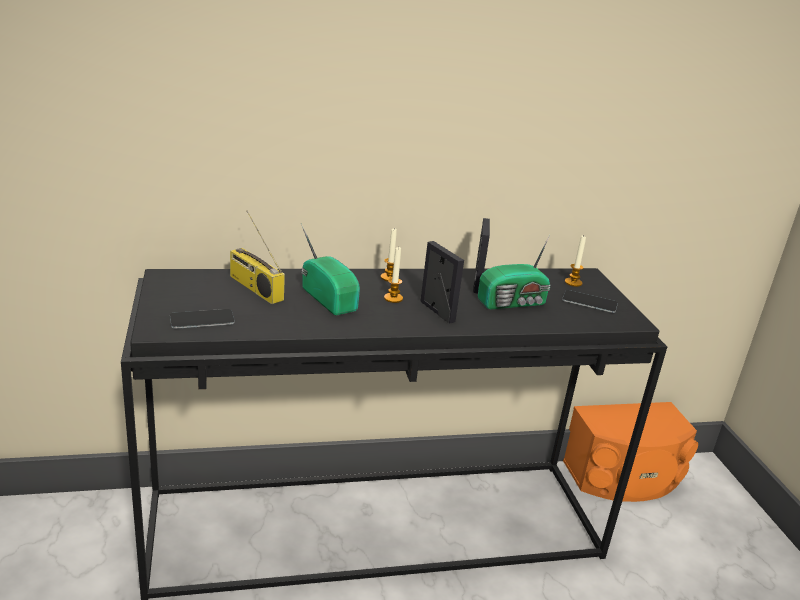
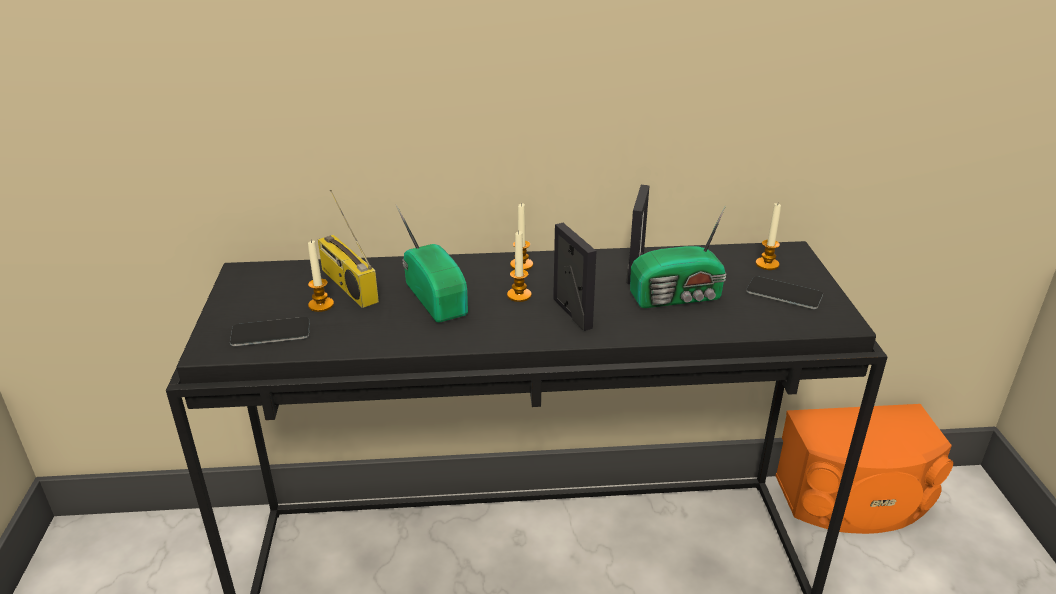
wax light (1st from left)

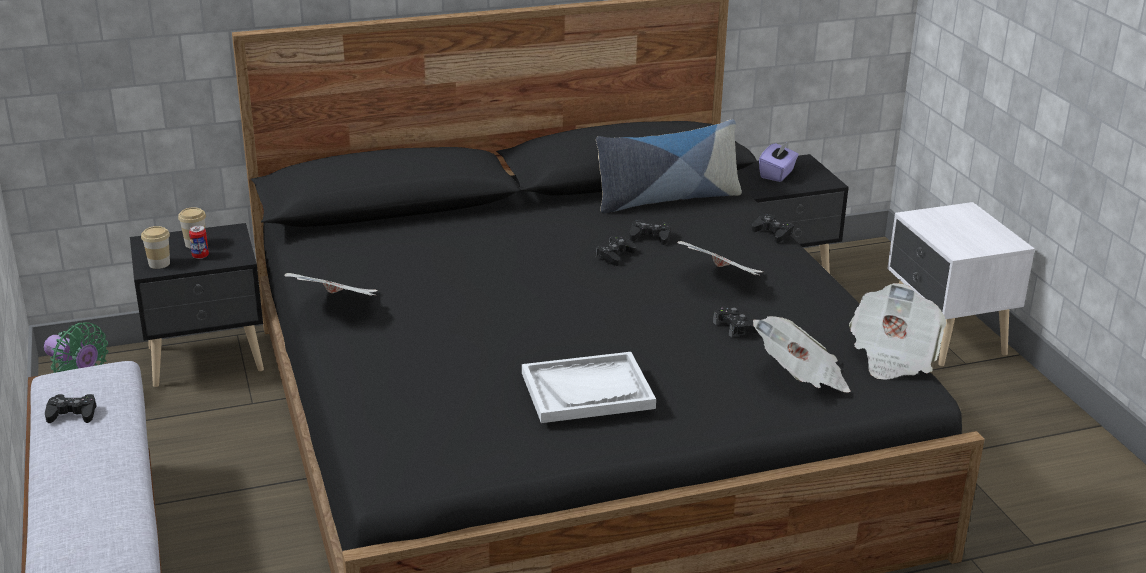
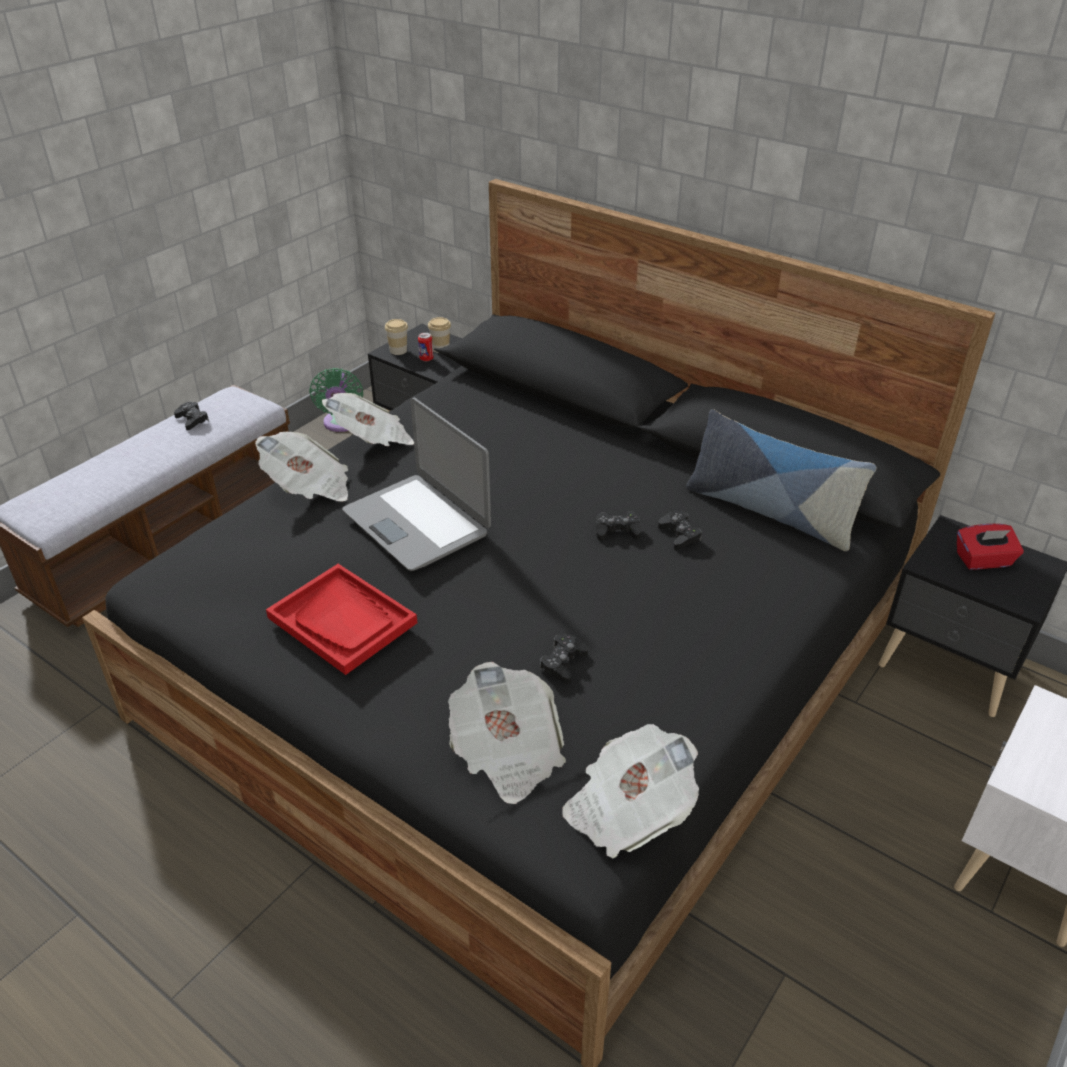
printed paper (1st from left)
serving tray/reddish
portable computer
box of tissues/reddish
gamepad/black (5th from left in the first image)

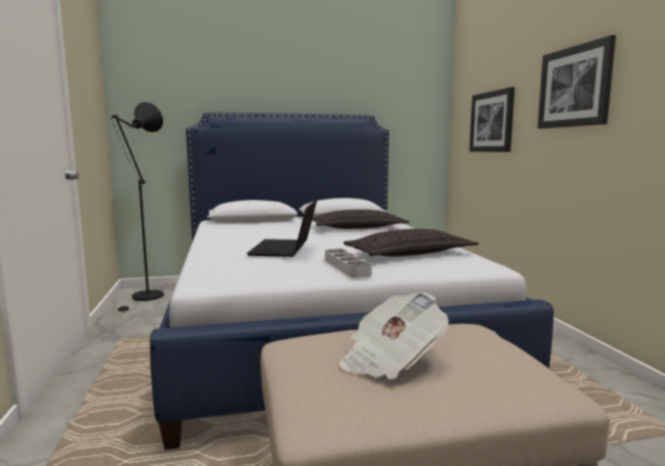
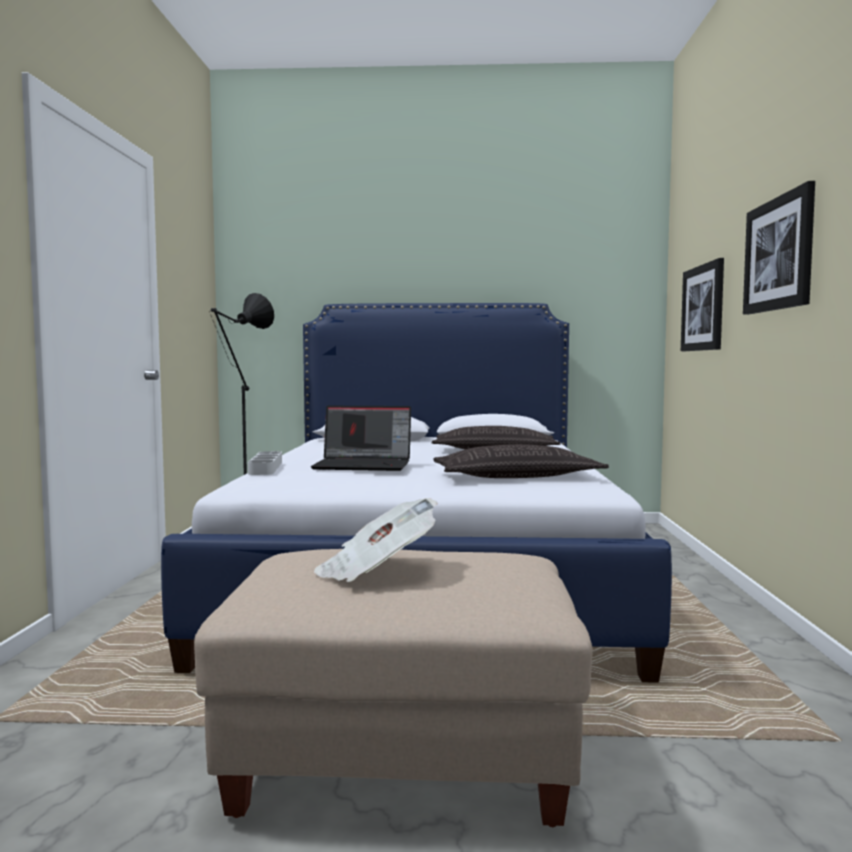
serving tray/greyish
portable computer

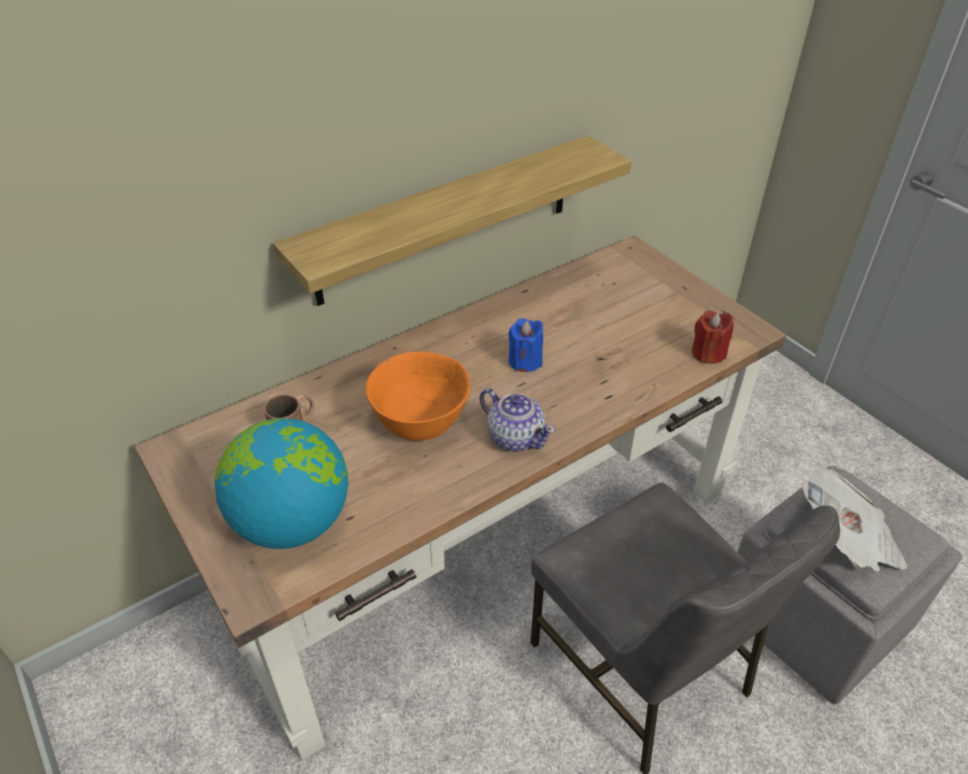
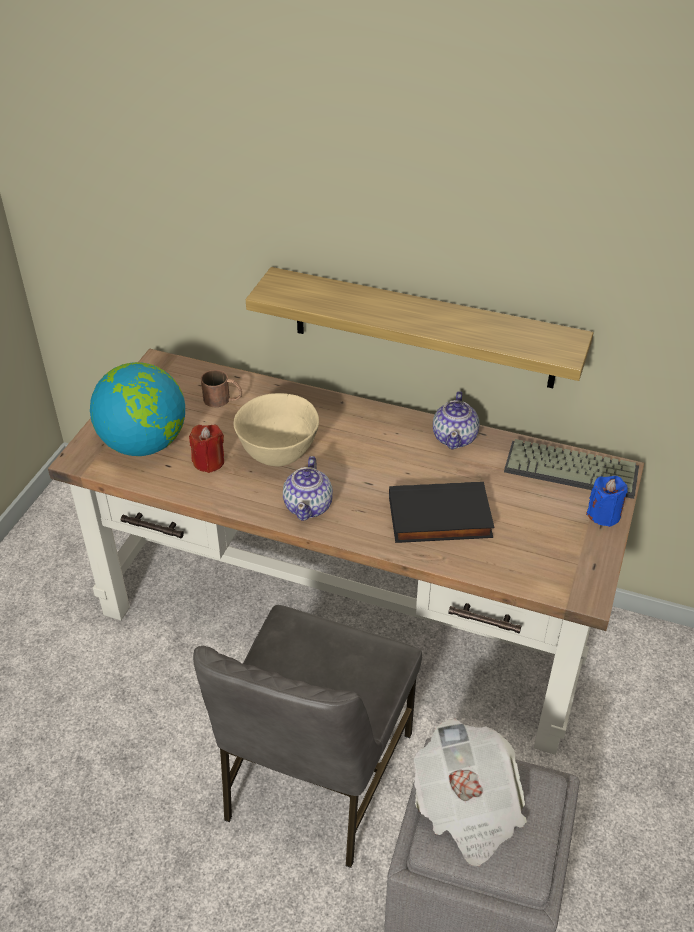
wax light/reddish
bowl/sand-coloured
book/black
pot for tea (2nd from left)
keyboard
wax light/blue-coloured

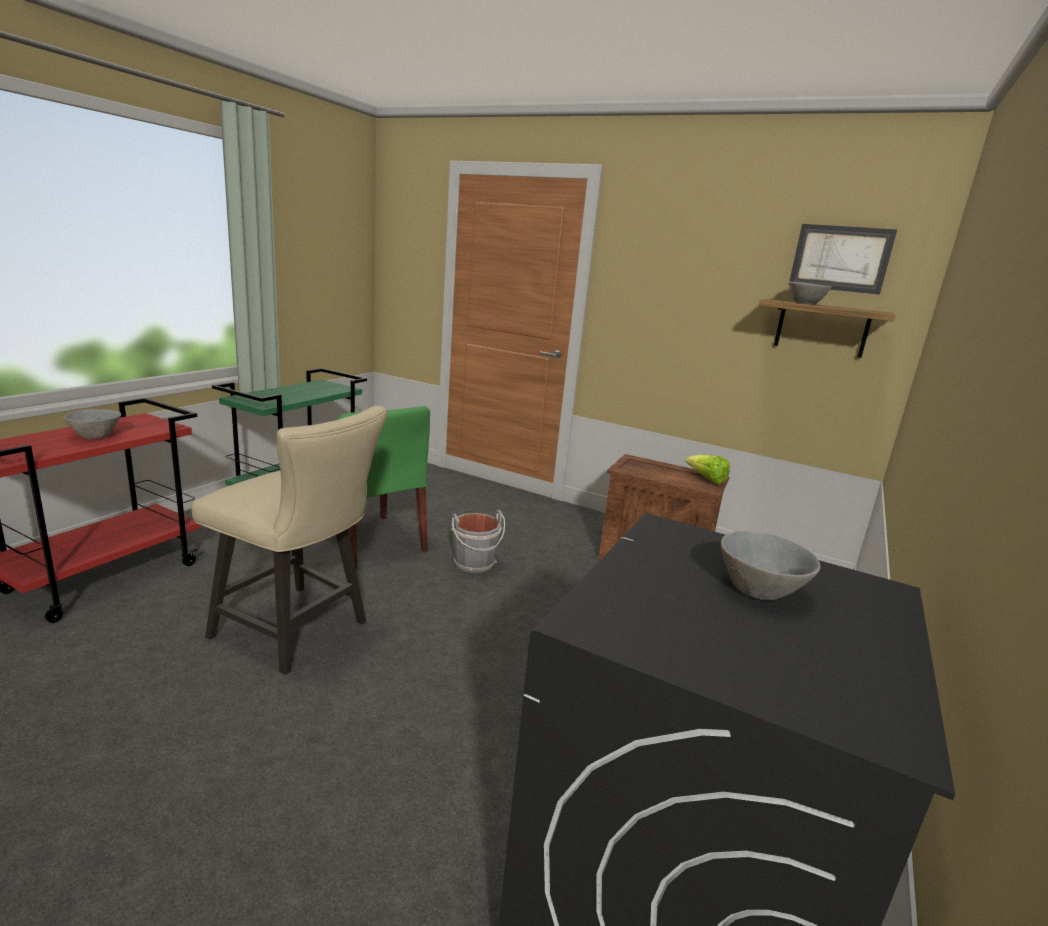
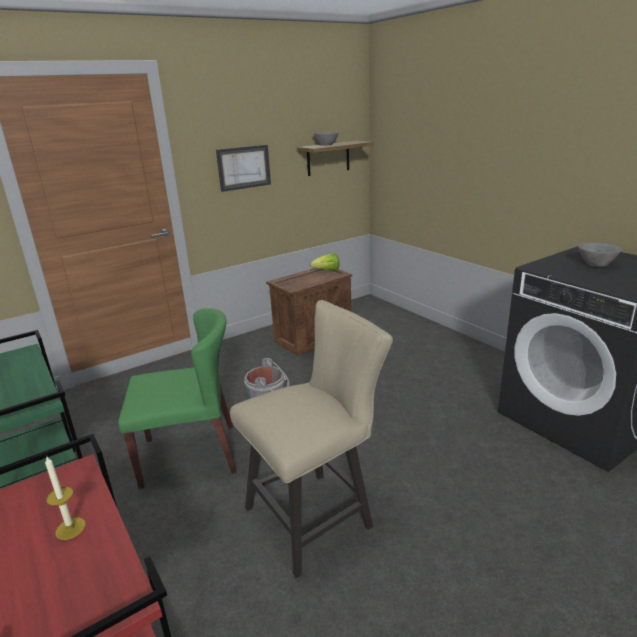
wax light
picture

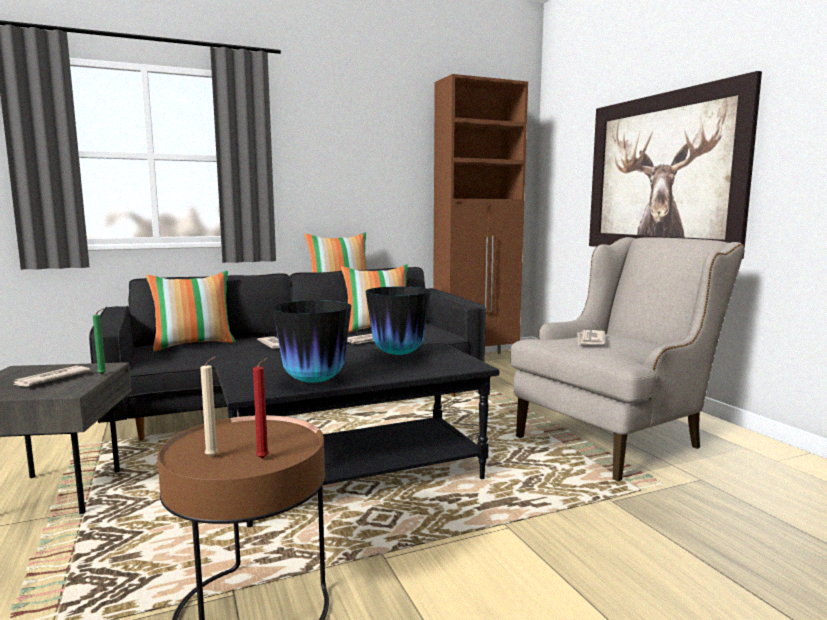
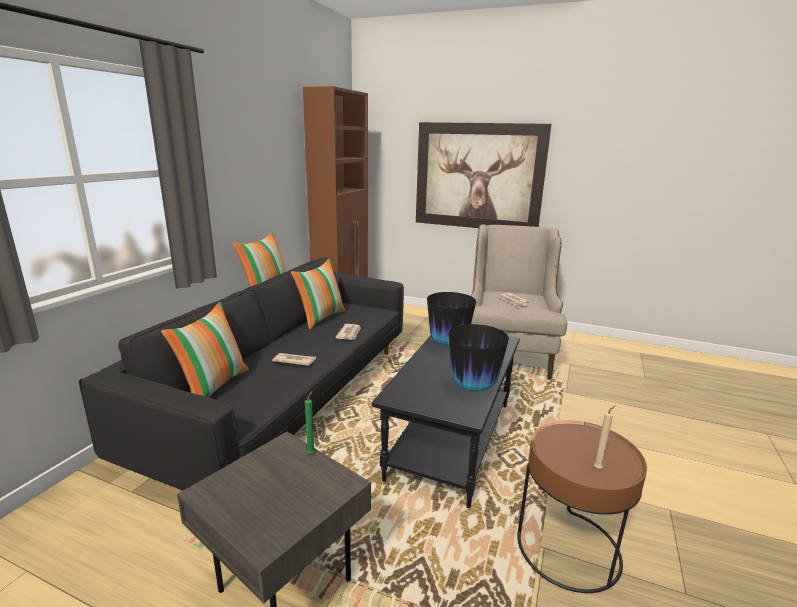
printed paper (1st from left in the first image)
wax light/reddish

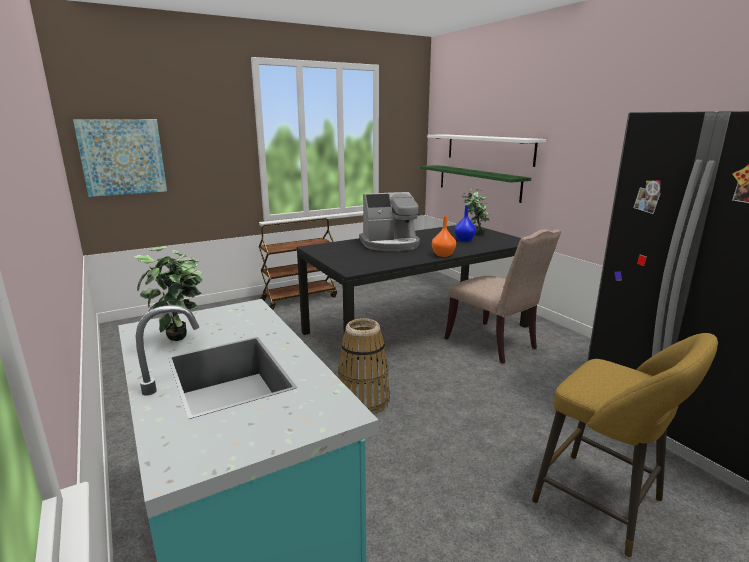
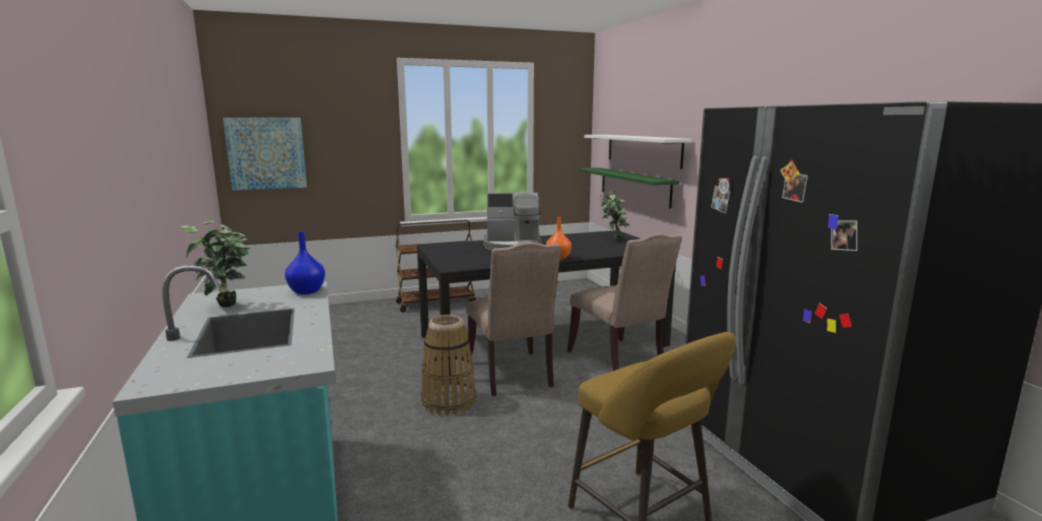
vase/blue-coloured
plain chair/sand-coloured (1st from left)

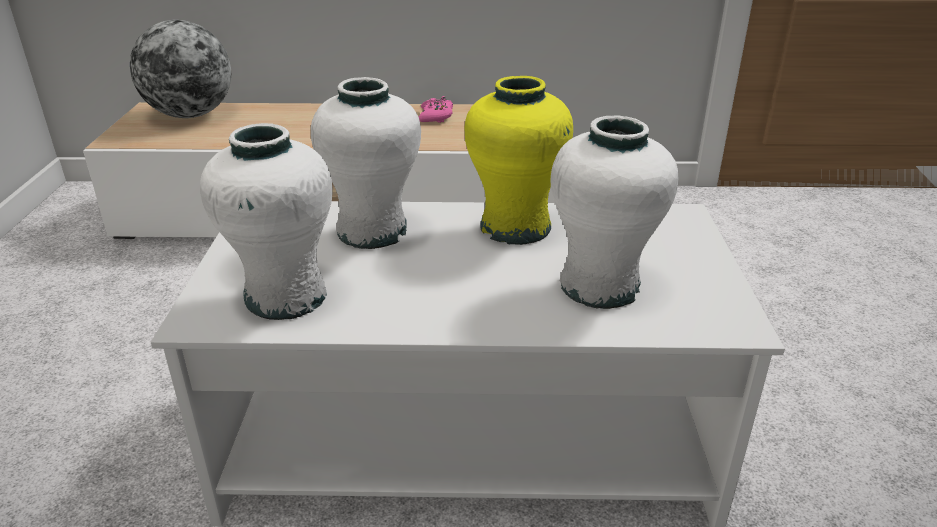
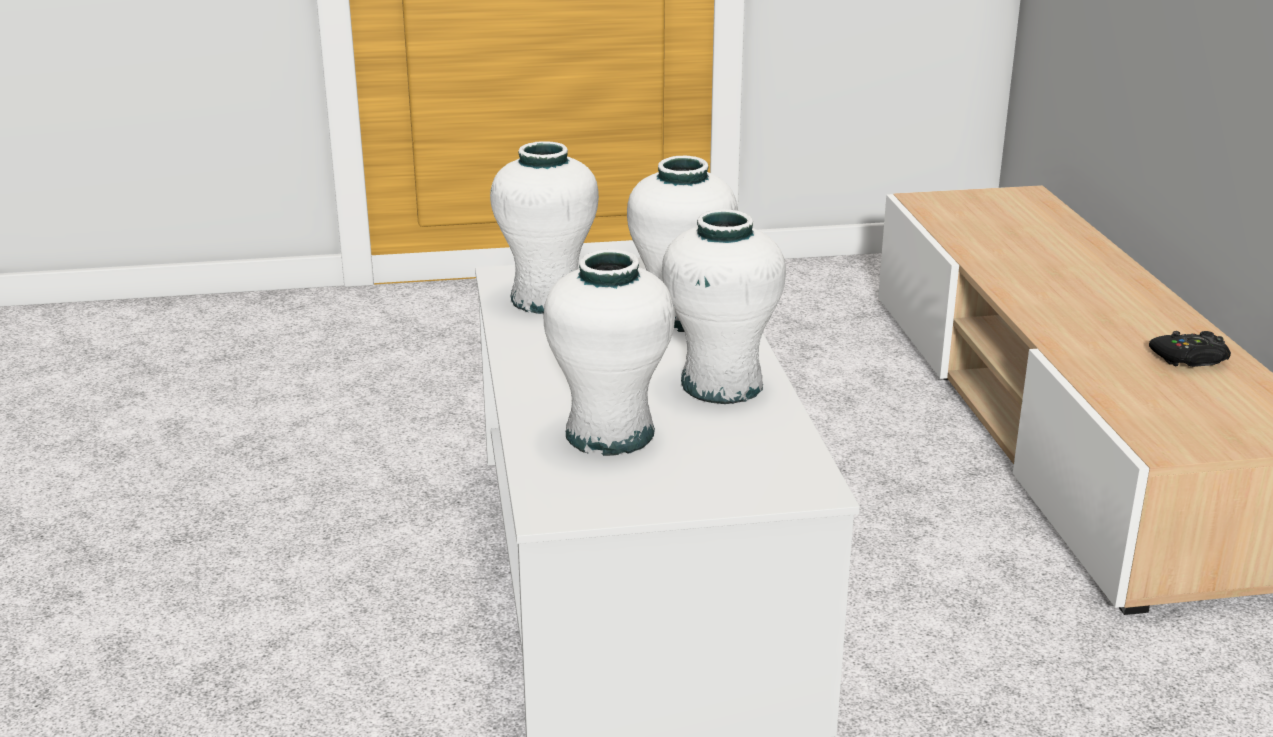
vase/white (4th from left)
gamepad/black
world globe

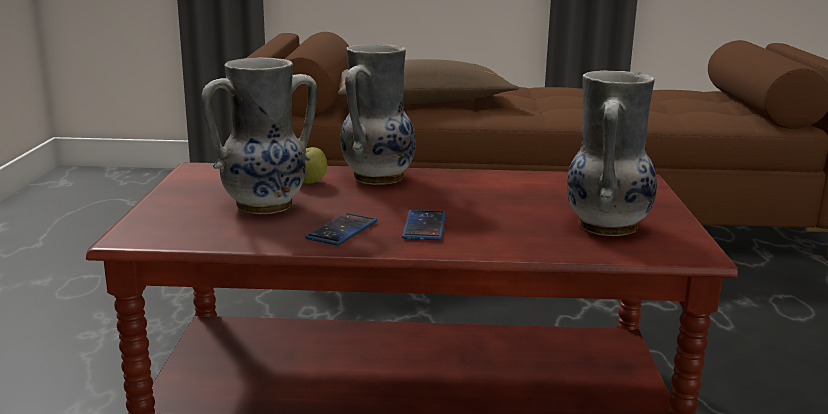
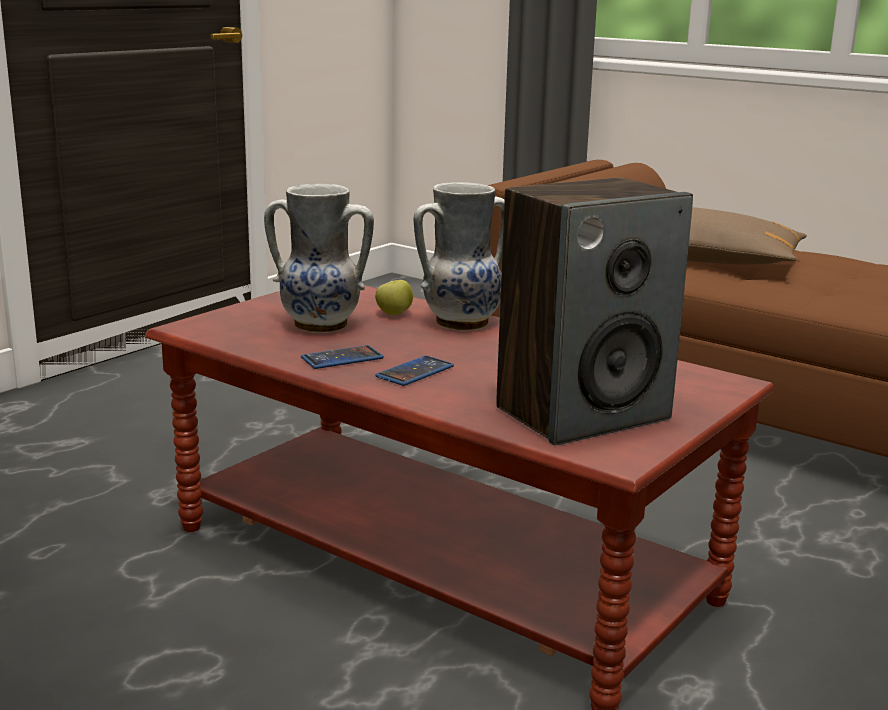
audio speaker

